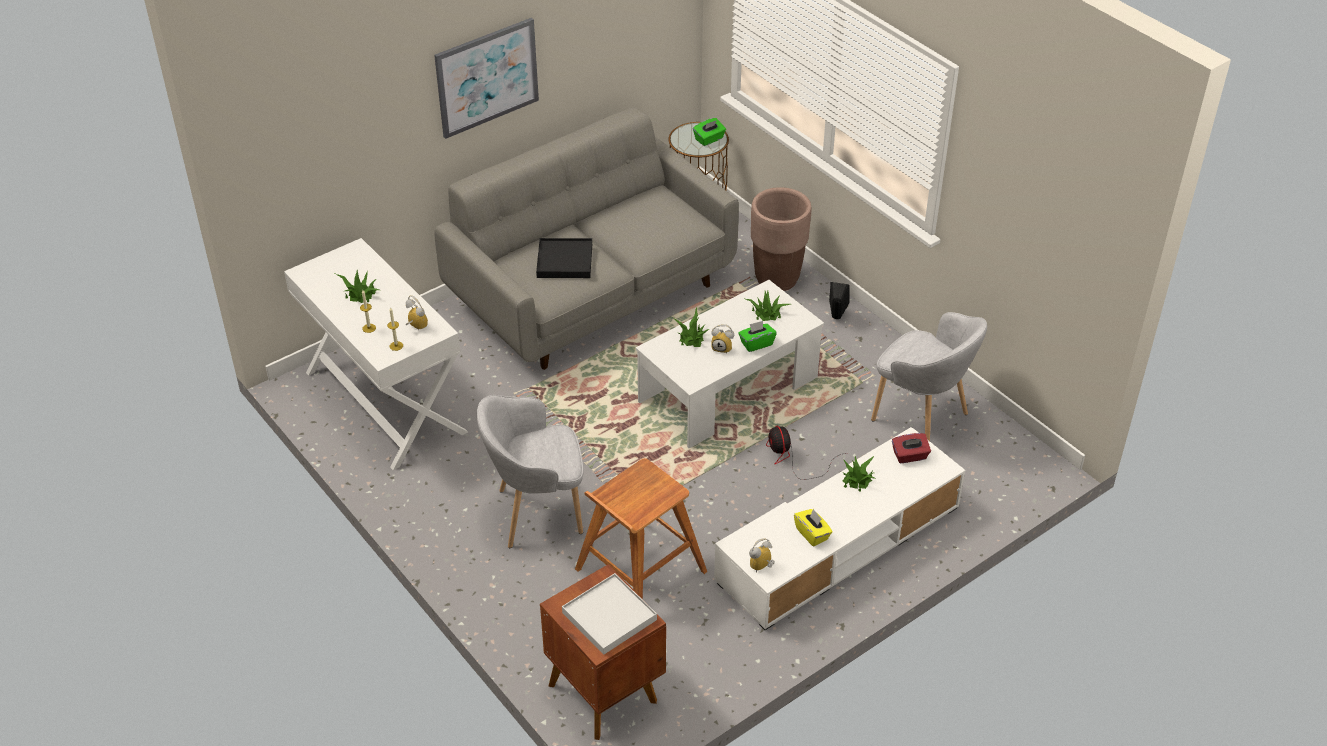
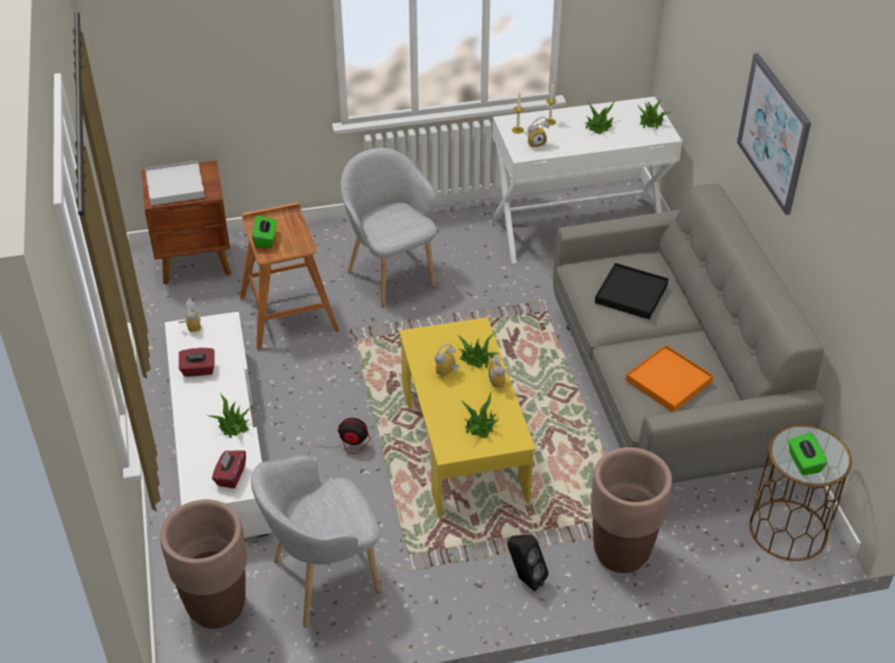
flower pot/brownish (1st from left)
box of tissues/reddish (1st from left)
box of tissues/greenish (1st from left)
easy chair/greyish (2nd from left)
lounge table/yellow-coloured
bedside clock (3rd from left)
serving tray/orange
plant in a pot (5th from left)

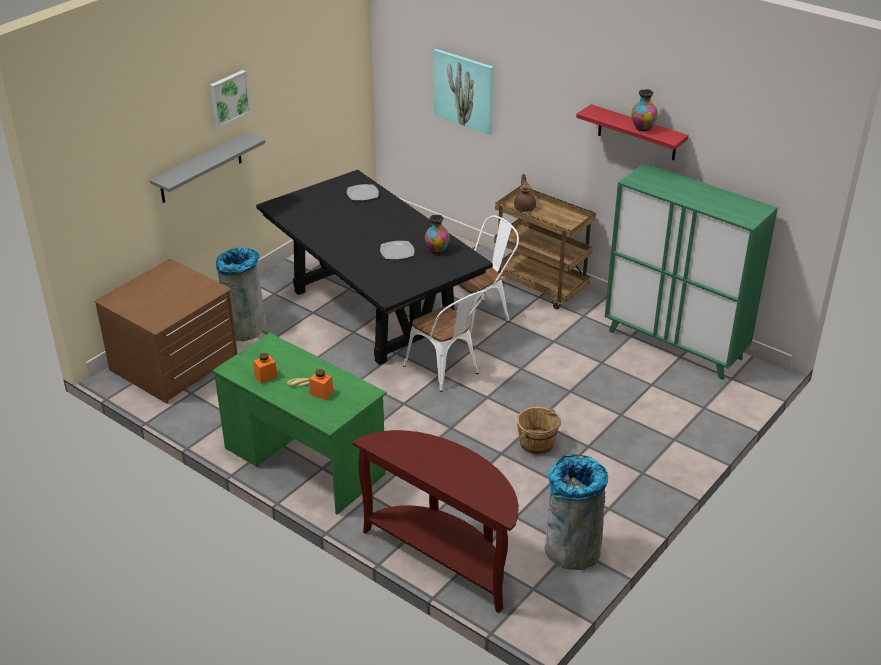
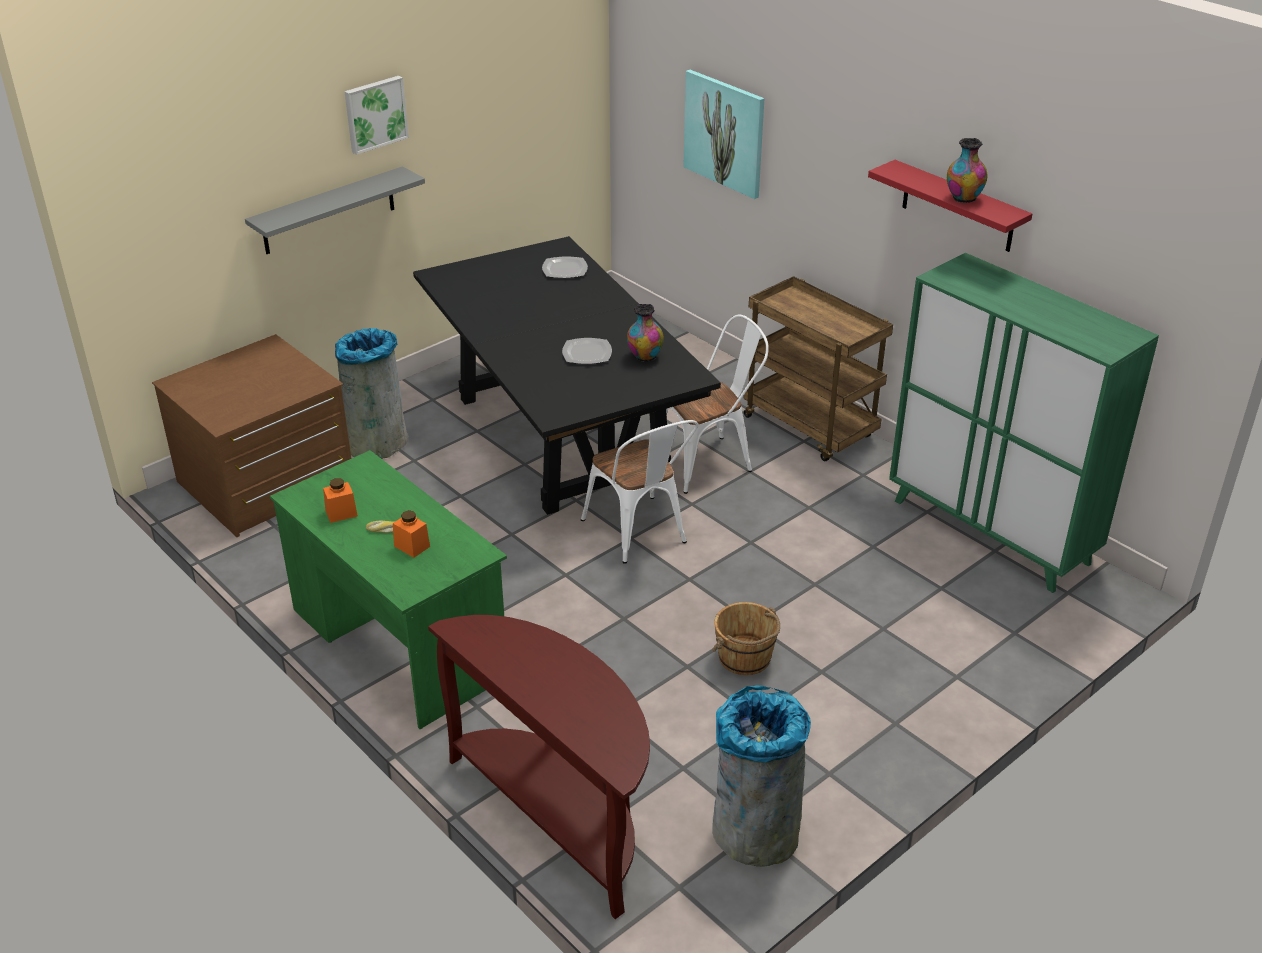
pot for tea/brownish

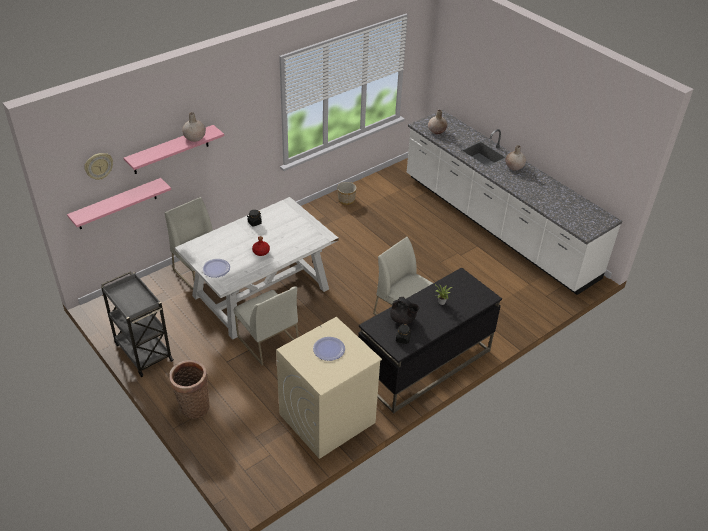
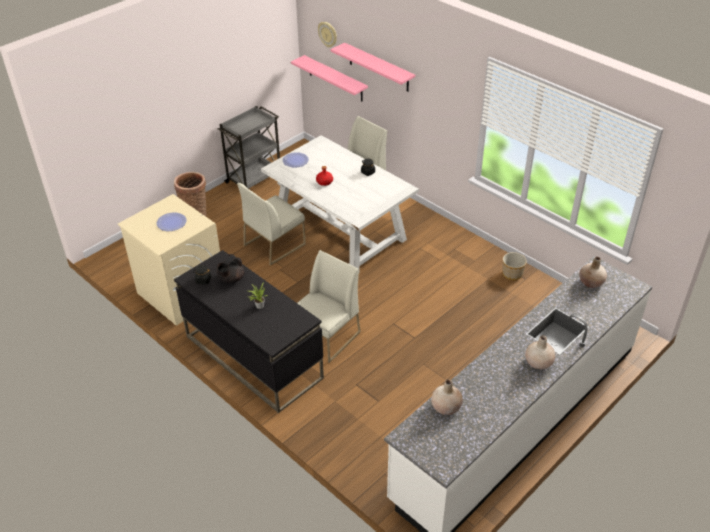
vase/sand-coloured (1st from left)

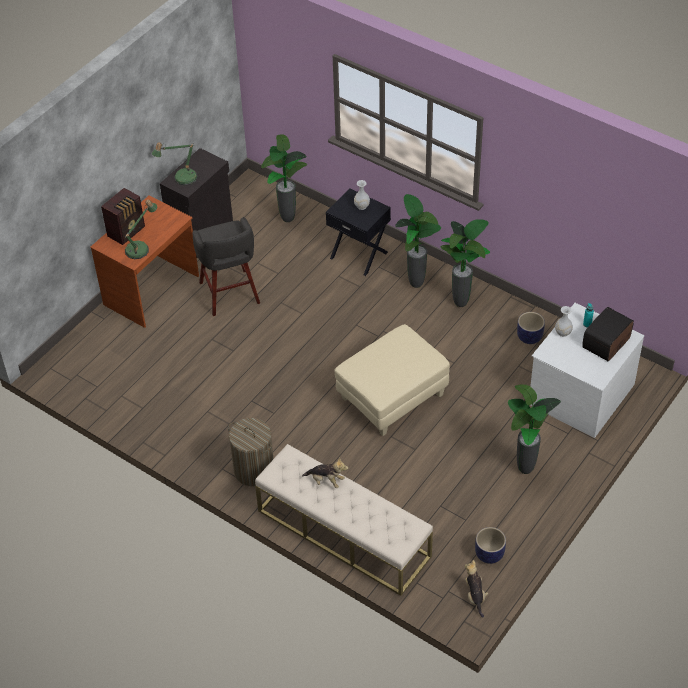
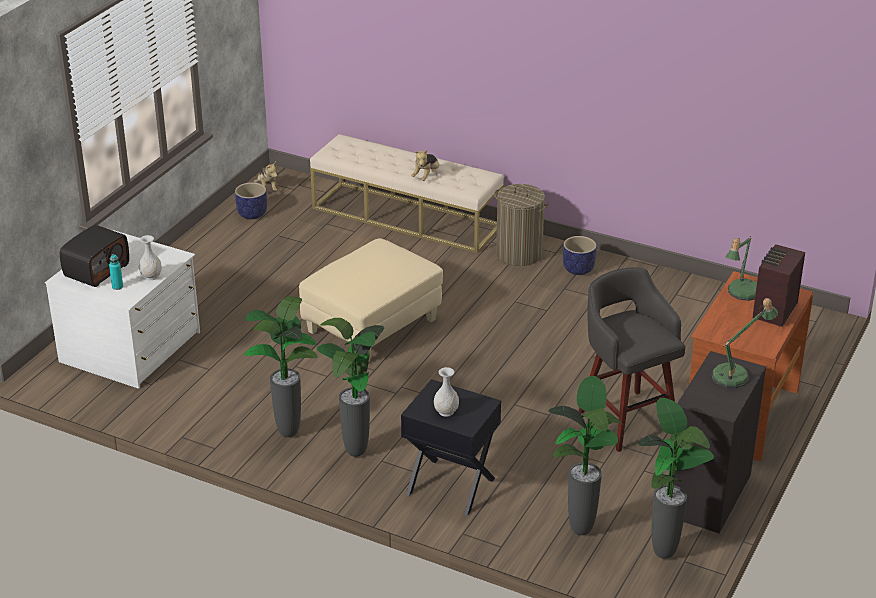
plush toy (2nd from left)
flower pot (2nd from left)
plant in a pot (4th from left)

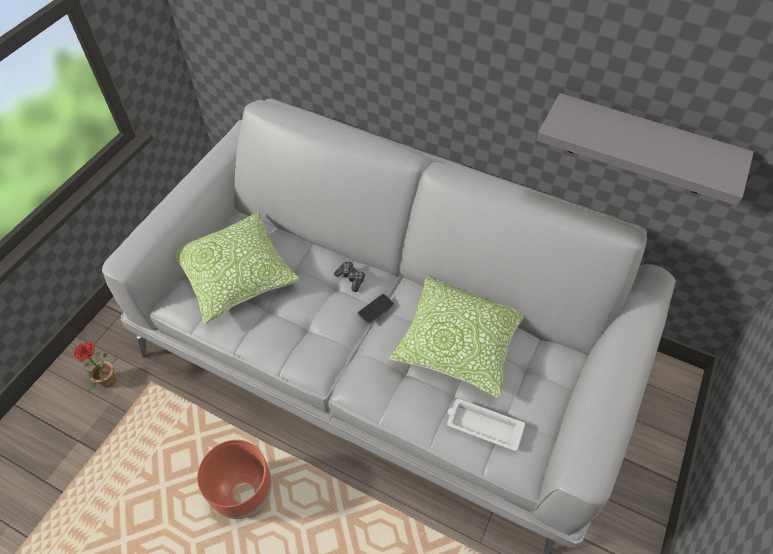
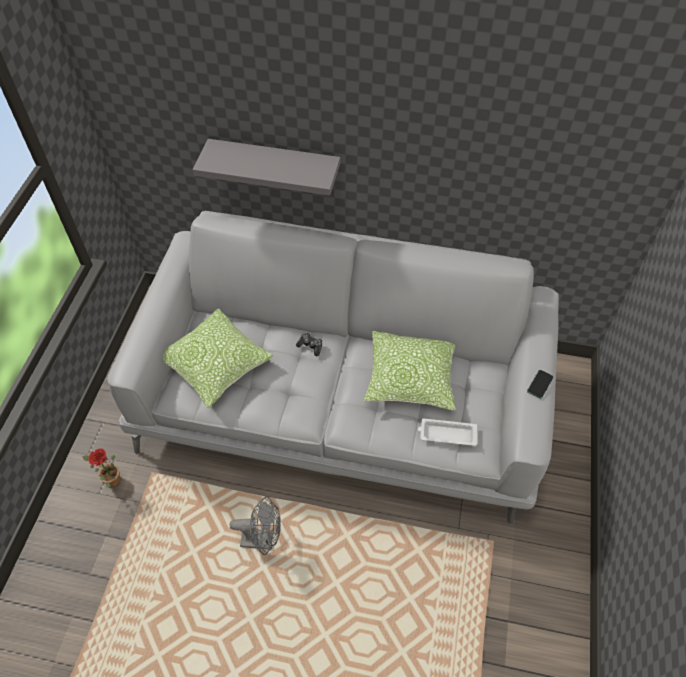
bracket shelf/greyish
fan/greyish
handset

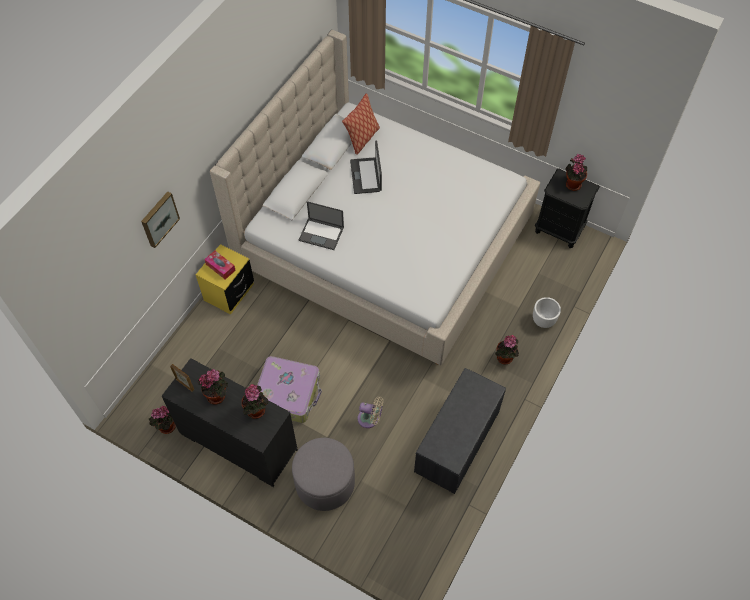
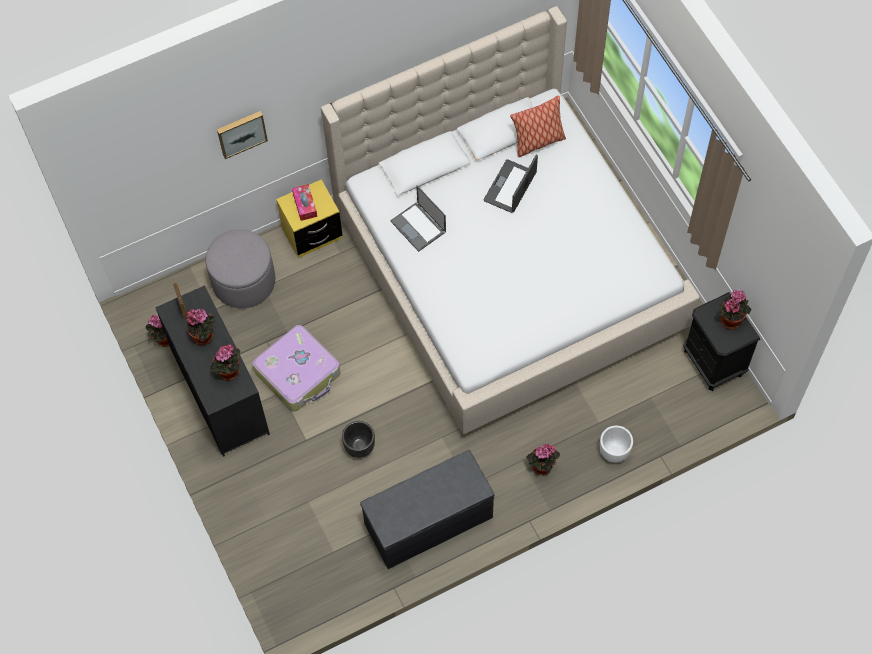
footrest/greyish
flower pot/black

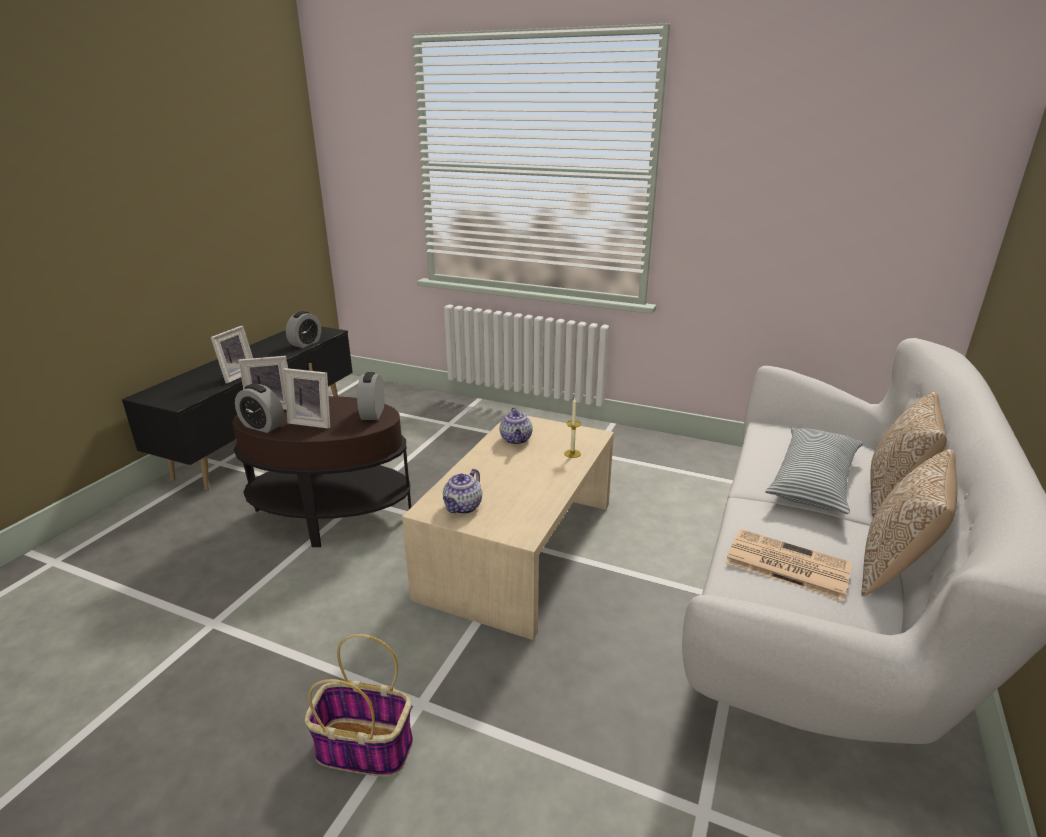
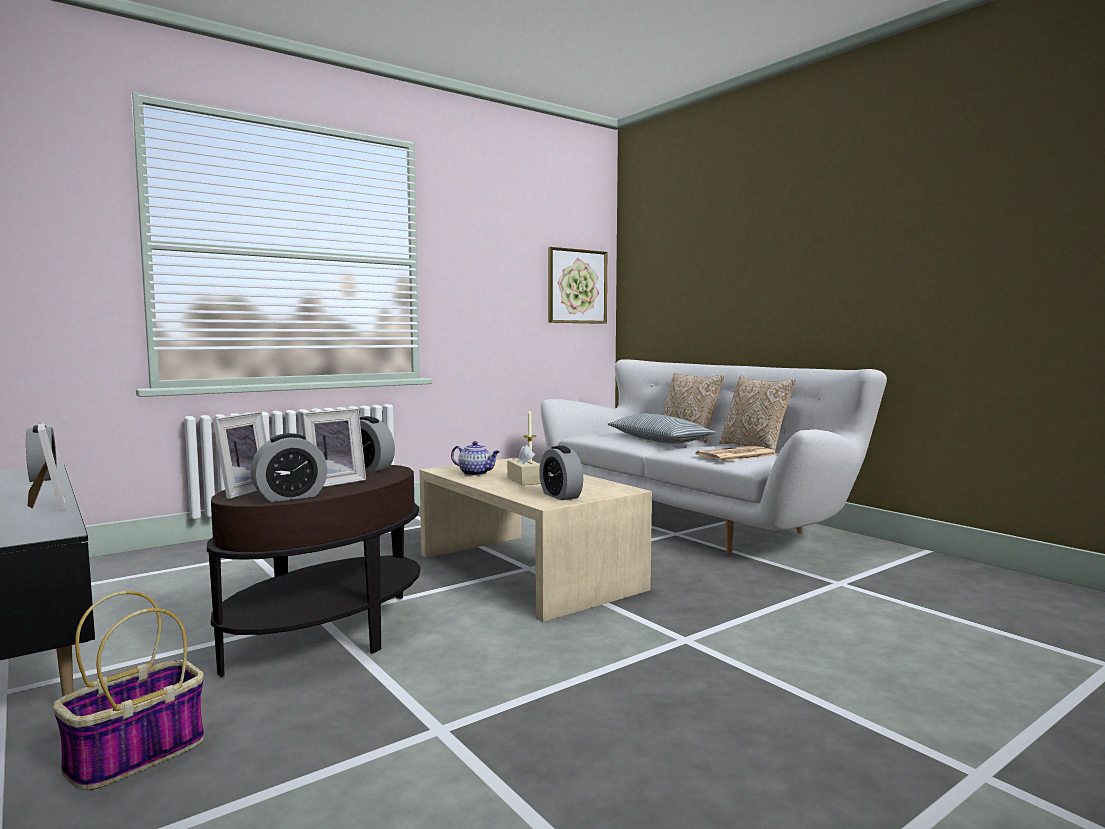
household basket
box of tissues/sand-coloured
bedside clock (4th from left)
picture

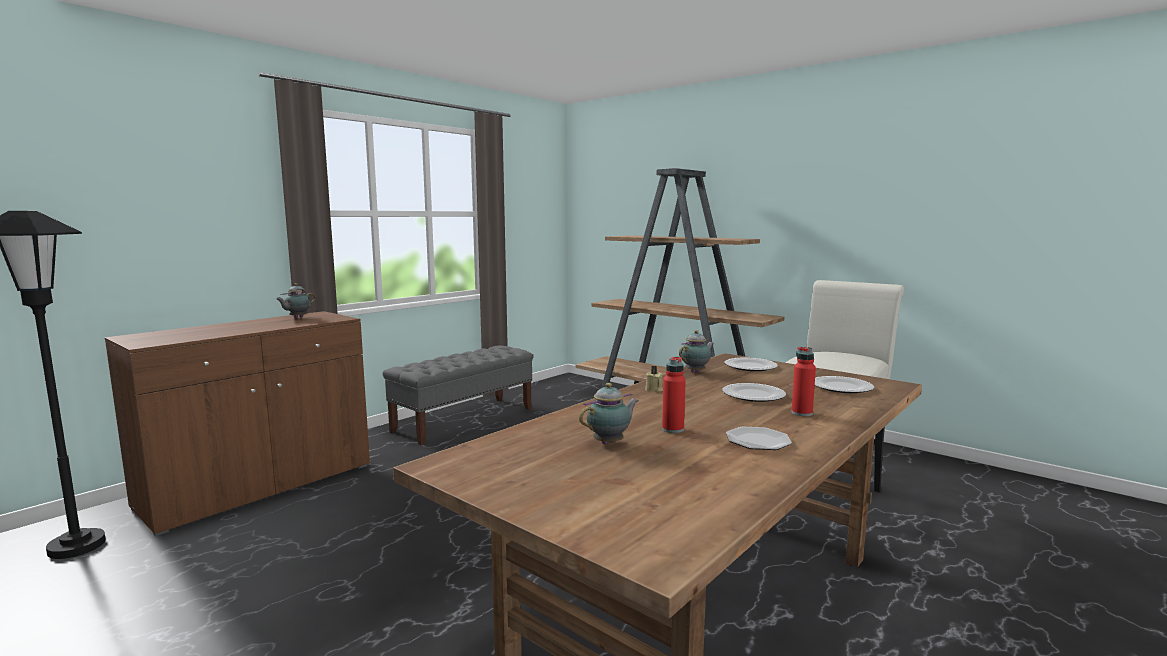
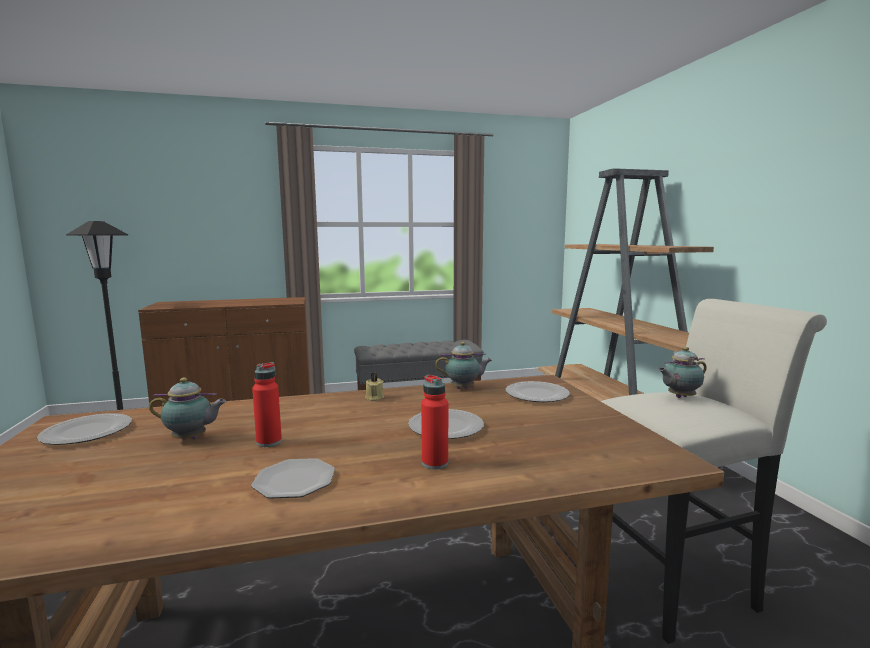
flat dish (1st from left)
pot for tea (3rd from left)

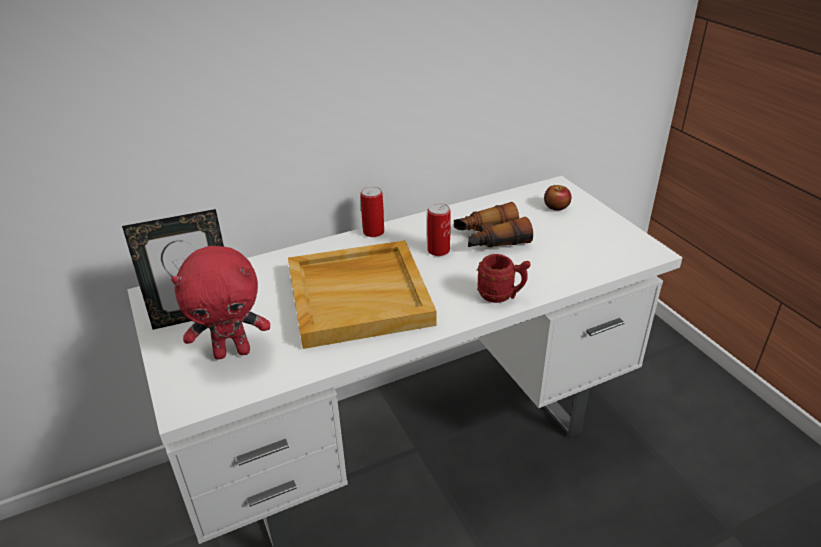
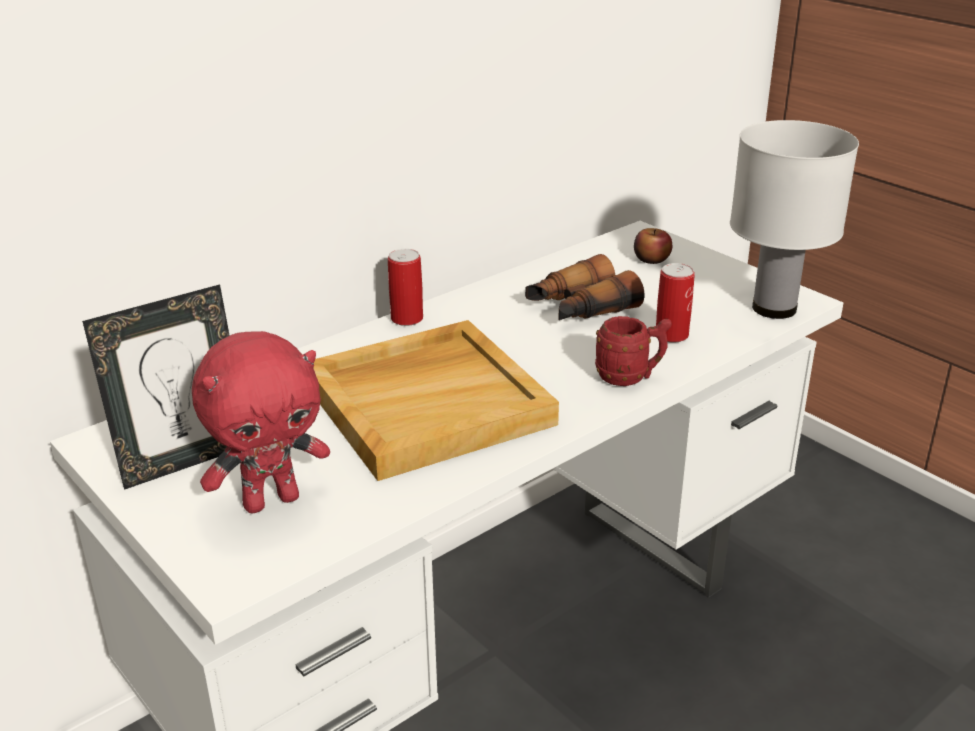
metal can (2nd from left)
tabletop lamp/white

